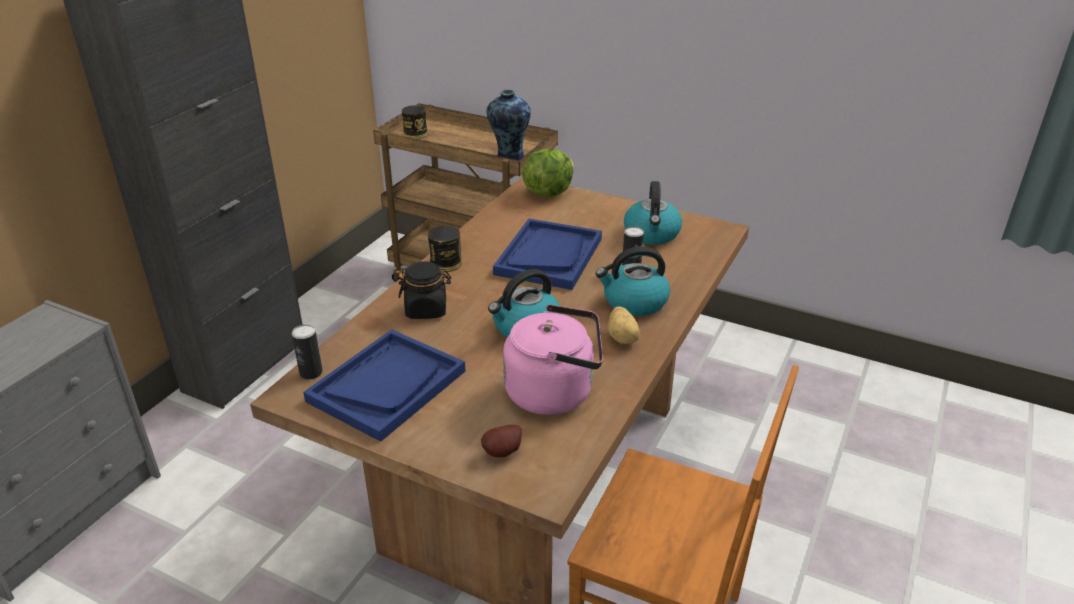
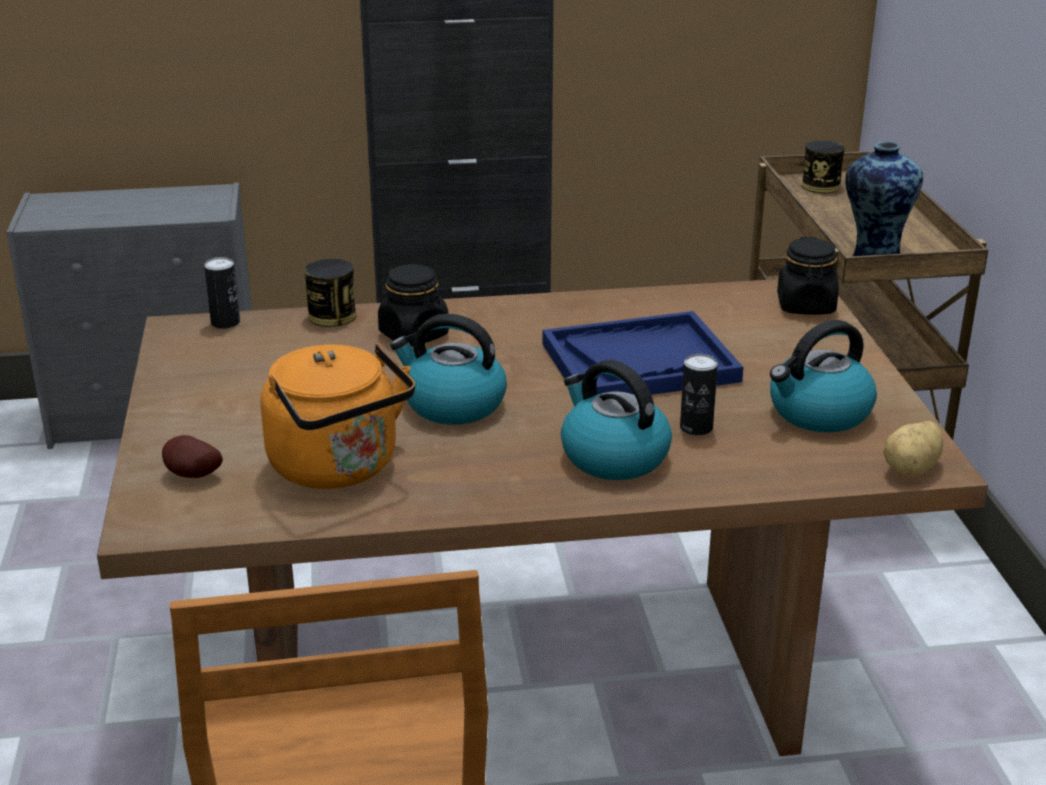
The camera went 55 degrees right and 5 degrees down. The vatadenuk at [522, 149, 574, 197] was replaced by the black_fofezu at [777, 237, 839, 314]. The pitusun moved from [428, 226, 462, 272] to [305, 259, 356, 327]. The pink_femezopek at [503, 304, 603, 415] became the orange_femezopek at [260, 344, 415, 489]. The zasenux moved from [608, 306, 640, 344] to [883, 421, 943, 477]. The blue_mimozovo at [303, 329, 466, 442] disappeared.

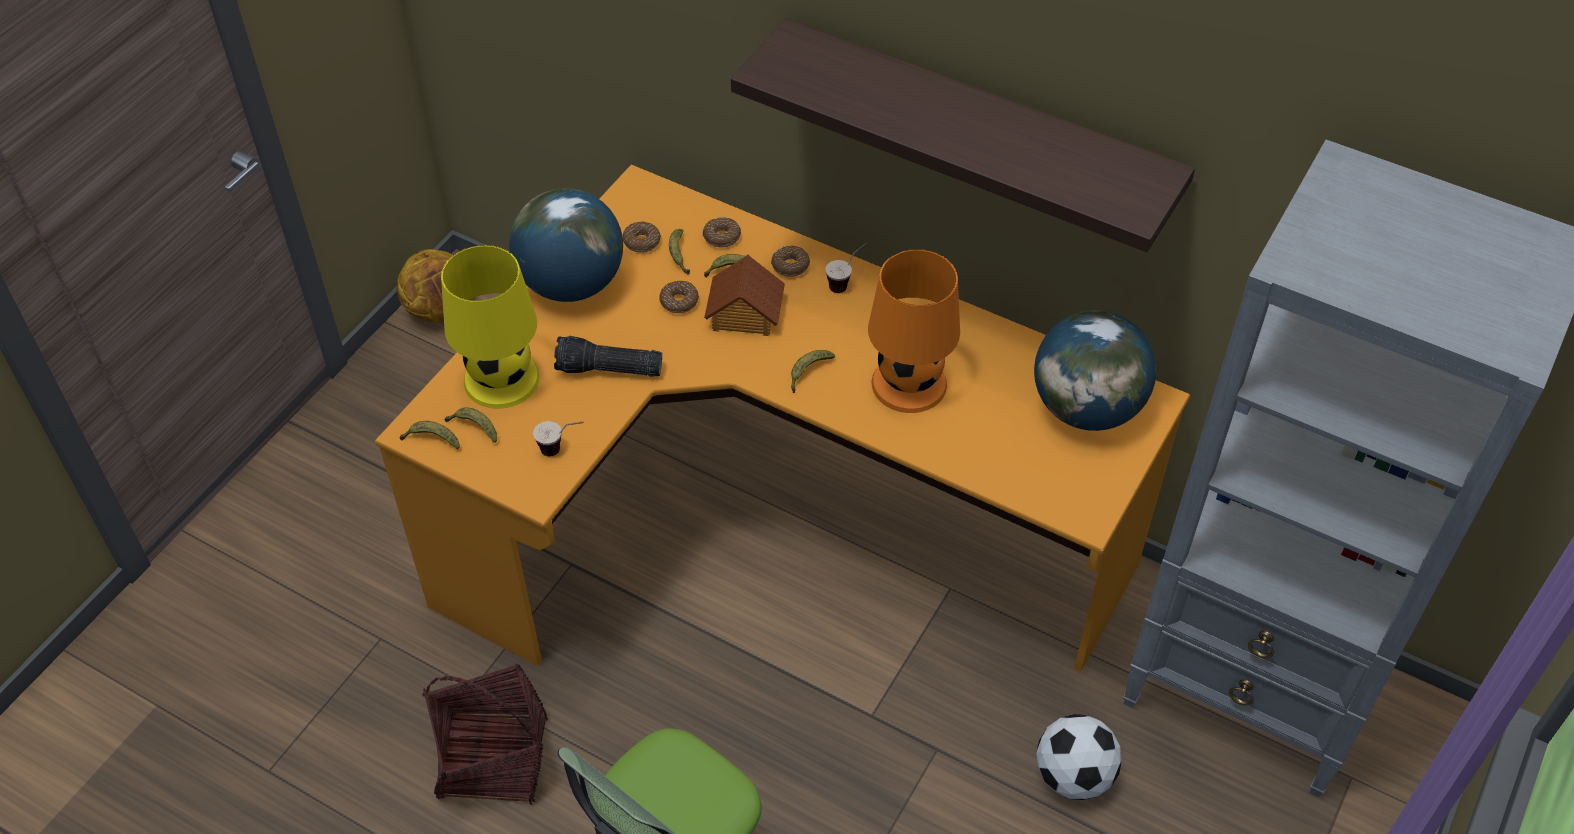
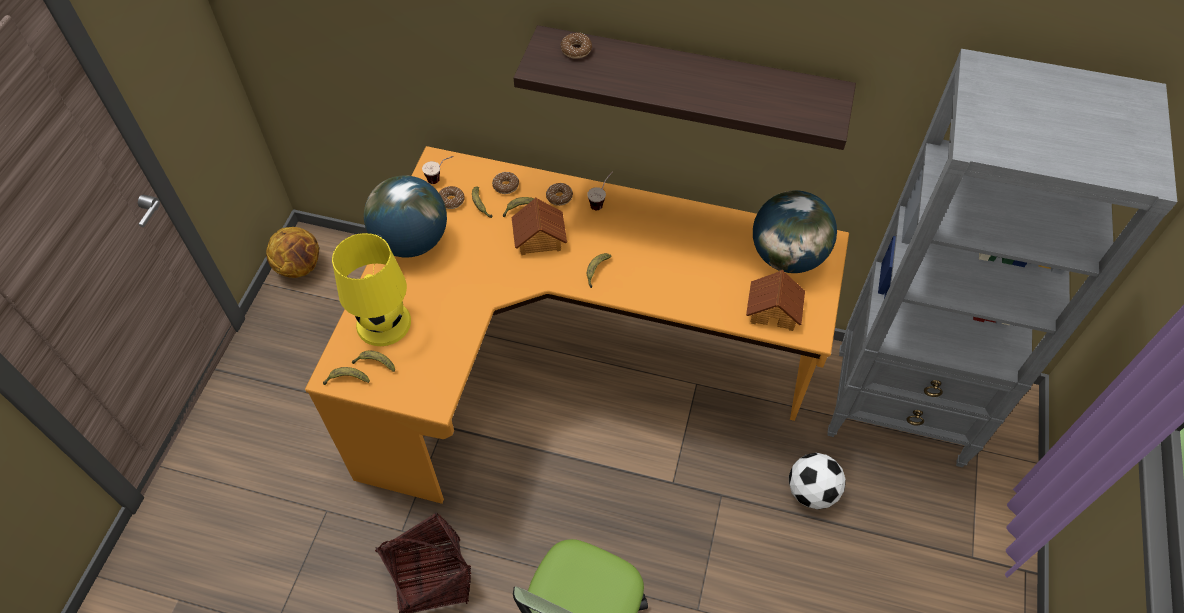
The camera went 15 degrees left and 5 degrees up. The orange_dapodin at [868, 249, 960, 413] disappeared. The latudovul moved from [659, 281, 699, 313] to [560, 33, 592, 59]. The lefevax at [554, 336, 662, 377] disappeared. The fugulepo moved from [533, 421, 583, 457] to [422, 156, 454, 184]. The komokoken at [746, 270, 805, 331] appeared.

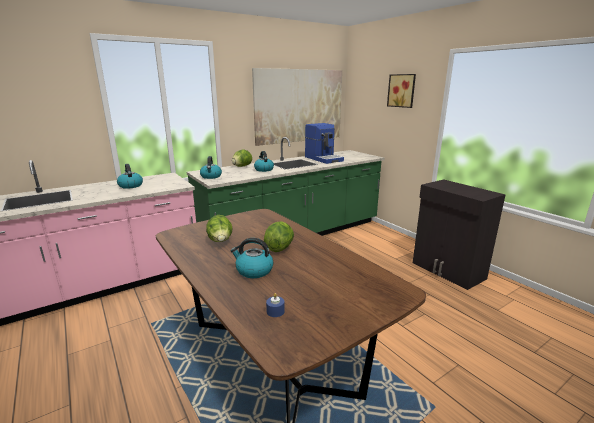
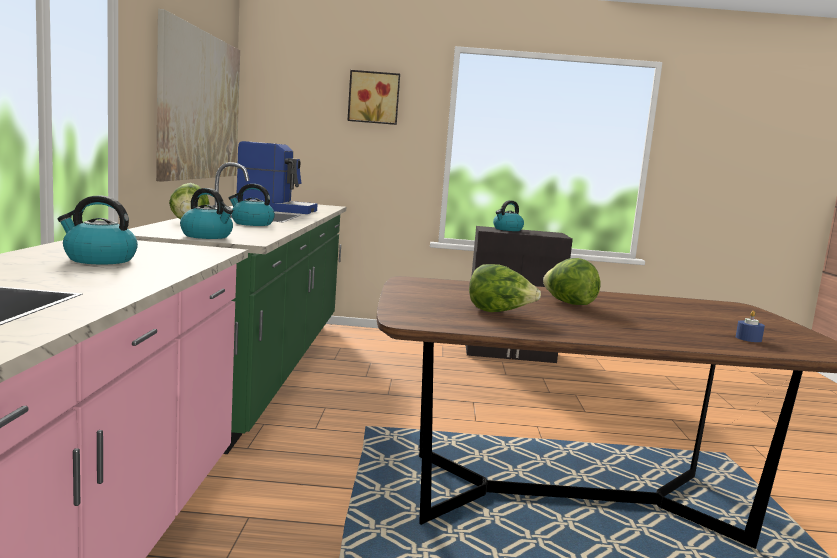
The camera went 55 degrees left and 10 degrees down. The femezopek moved from [230, 238, 274, 278] to [493, 200, 524, 231].

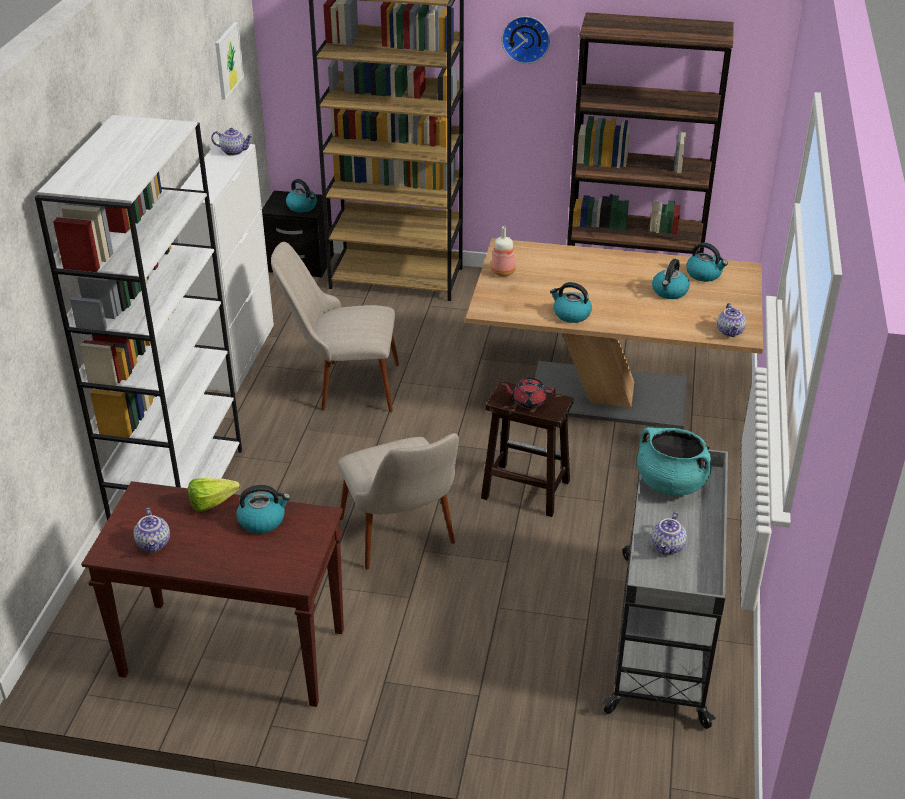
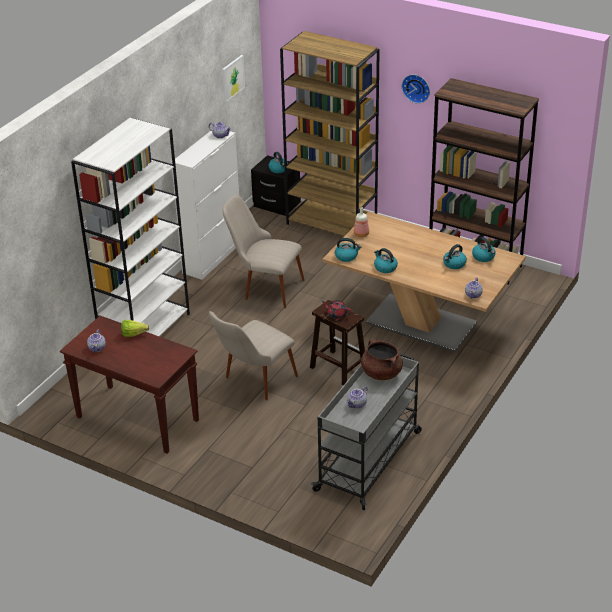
The camera went 20 degrees right and 0 degrees up. The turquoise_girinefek at [637, 427, 712, 496] became the brown_girinefek at [361, 339, 403, 380]. The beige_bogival at [338, 433, 459, 569] turned 45 degrees clockwise. The femezopek moved from [237, 485, 291, 534] to [335, 238, 361, 262].

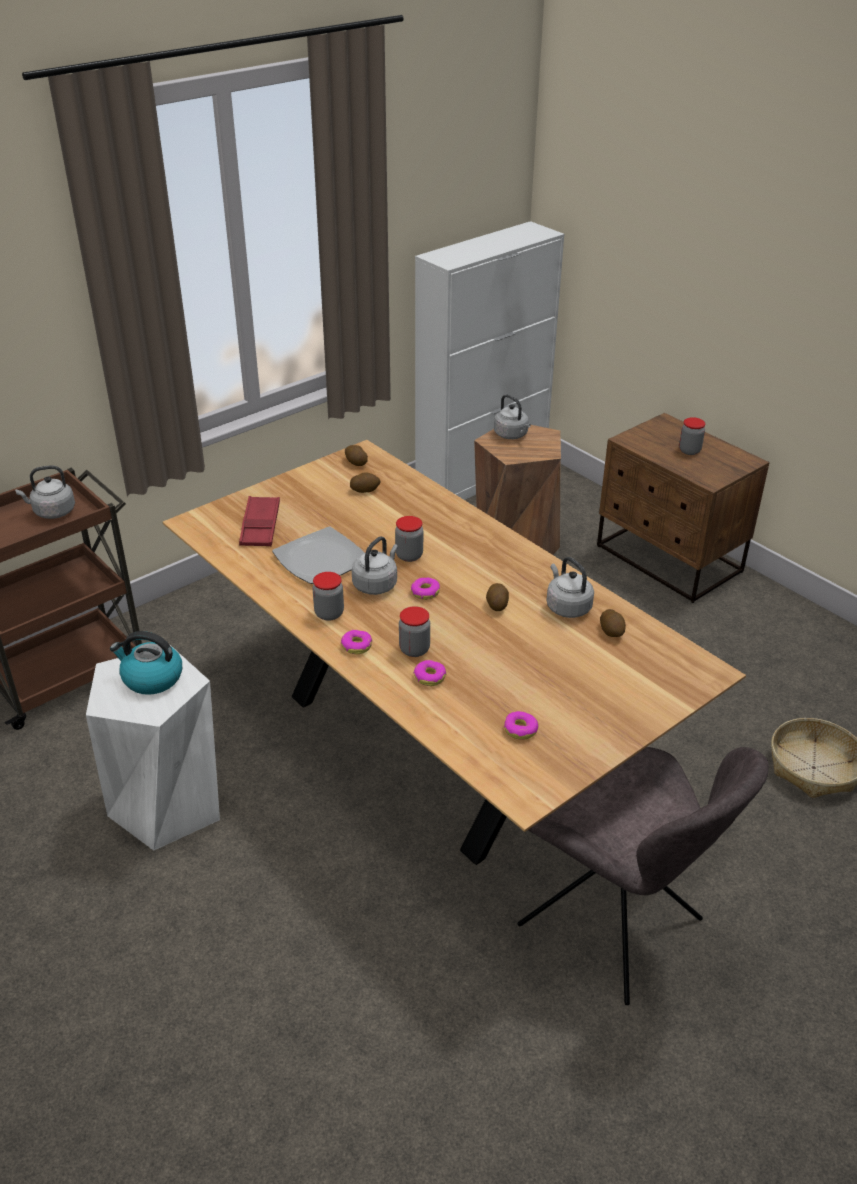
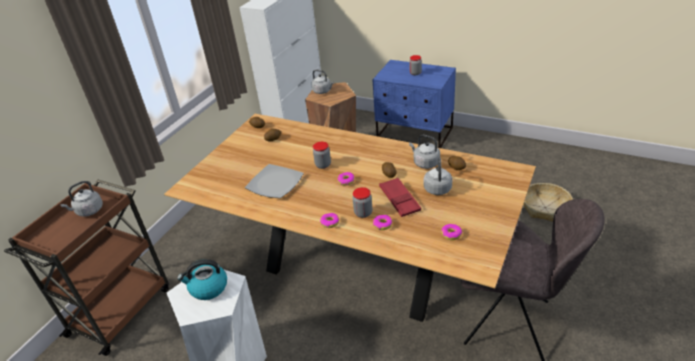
The camera went 20 degrees left and 0 degrees up. The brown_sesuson at [597, 413, 770, 603] became the blue_sesuson at [373, 60, 456, 148]. The red_mimozovo moved from [239, 496, 280, 546] to [379, 178, 421, 217]. The grey_femezopek moved from [352, 536, 398, 595] to [424, 158, 452, 195]. The fofezu at [313, 572, 344, 621] disappeared.

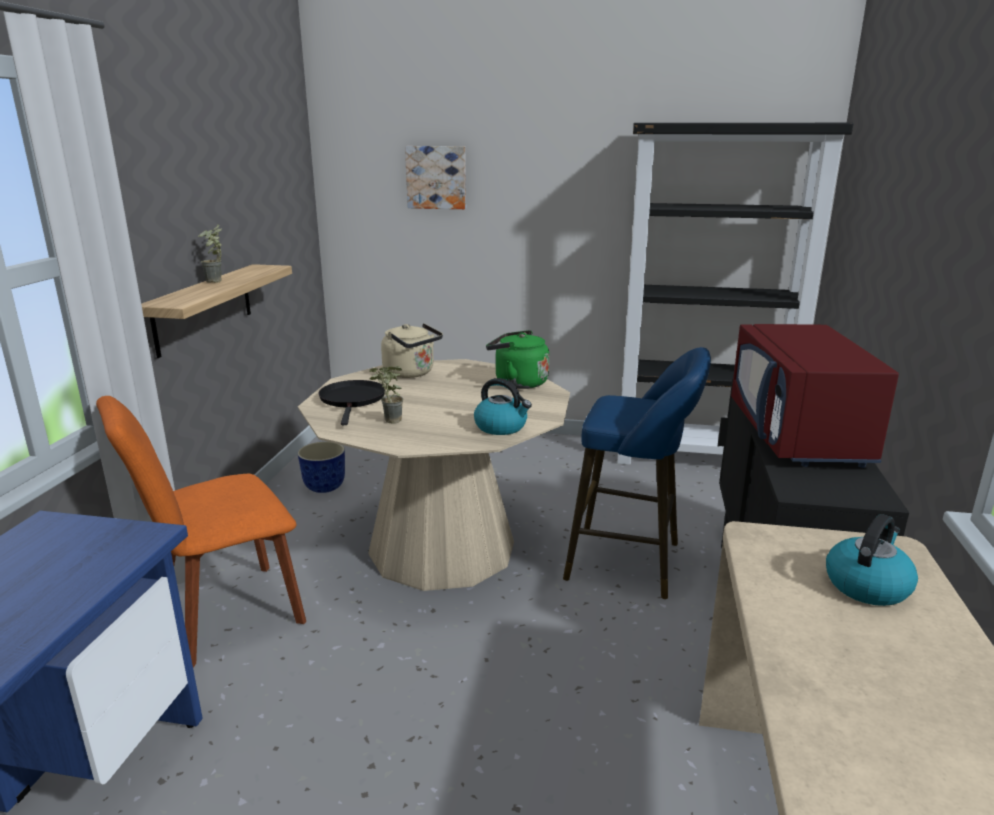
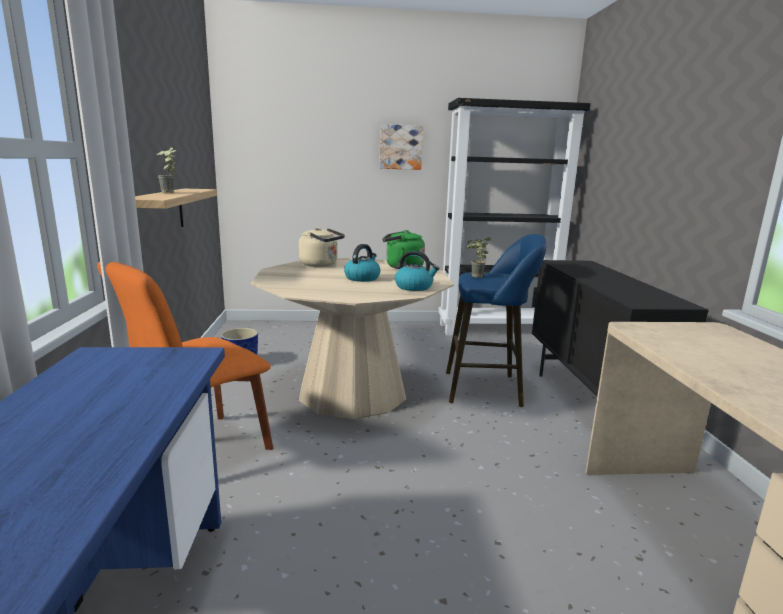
The camera went 15 degrees left and 5 degrees down. The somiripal moved from [405, 146, 466, 209] to [379, 124, 423, 170]. The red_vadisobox at [731, 324, 899, 468] disappeared. The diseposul moved from [369, 366, 403, 424] to [466, 237, 491, 278]. The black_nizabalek at [318, 380, 385, 425] disappeared. The femezopek moved from [826, 514, 918, 606] to [344, 244, 381, 282].

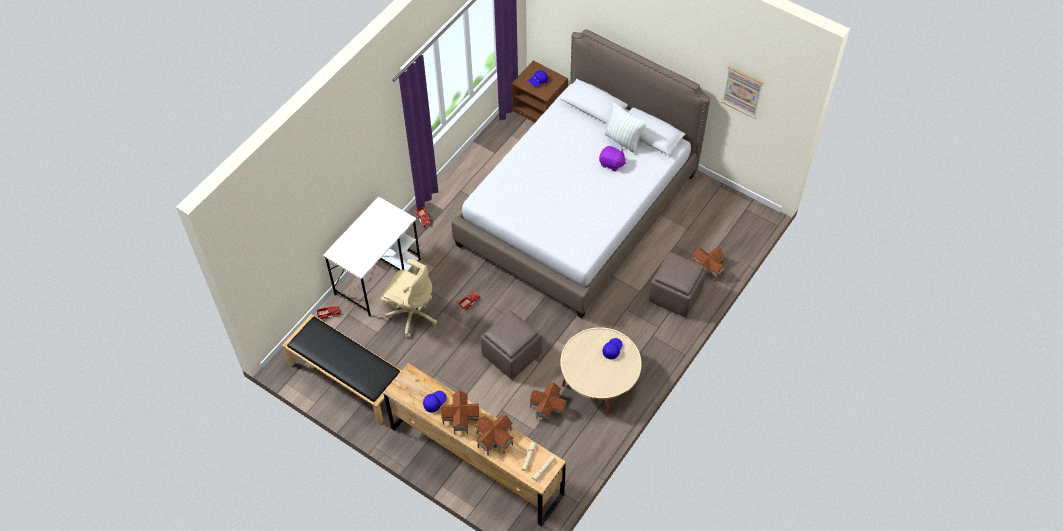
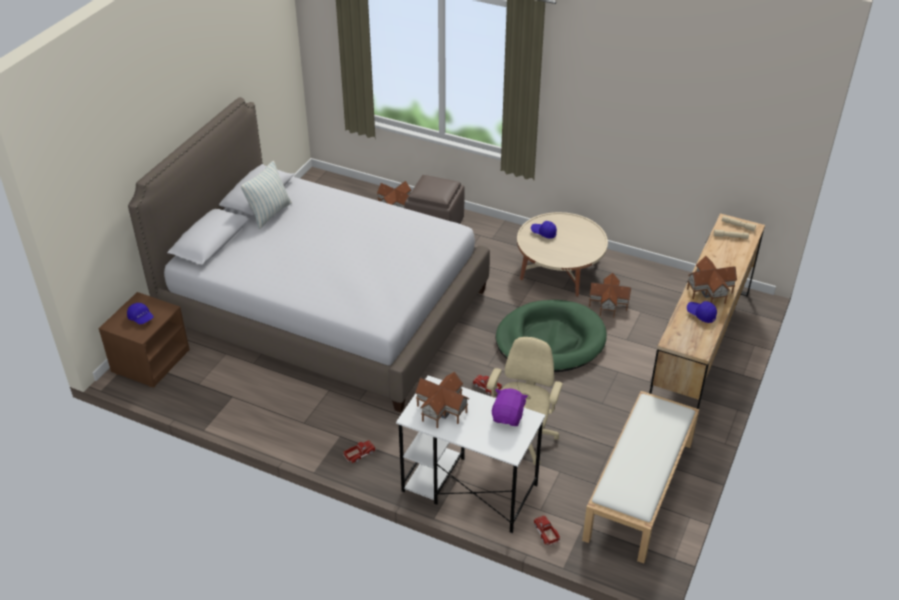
The camera went 100 degrees left and 15 degrees down. The somiripal at [721, 66, 764, 119] disappeared. The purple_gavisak moved from [599, 146, 626, 172] to [492, 388, 528, 426]. The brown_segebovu at [480, 310, 542, 380] was replaced by the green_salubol at [496, 300, 607, 372]. The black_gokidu at [282, 314, 401, 424] became the white_gokidu at [582, 391, 699, 564]. The komokoken moved from [475, 415, 514, 455] to [415, 372, 469, 428].

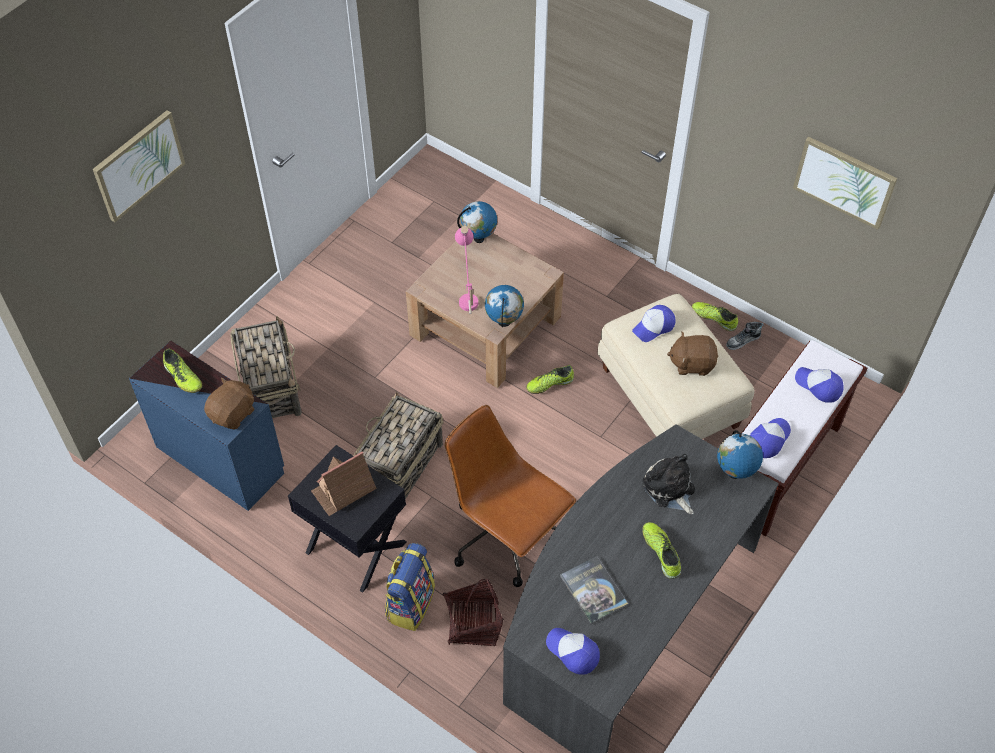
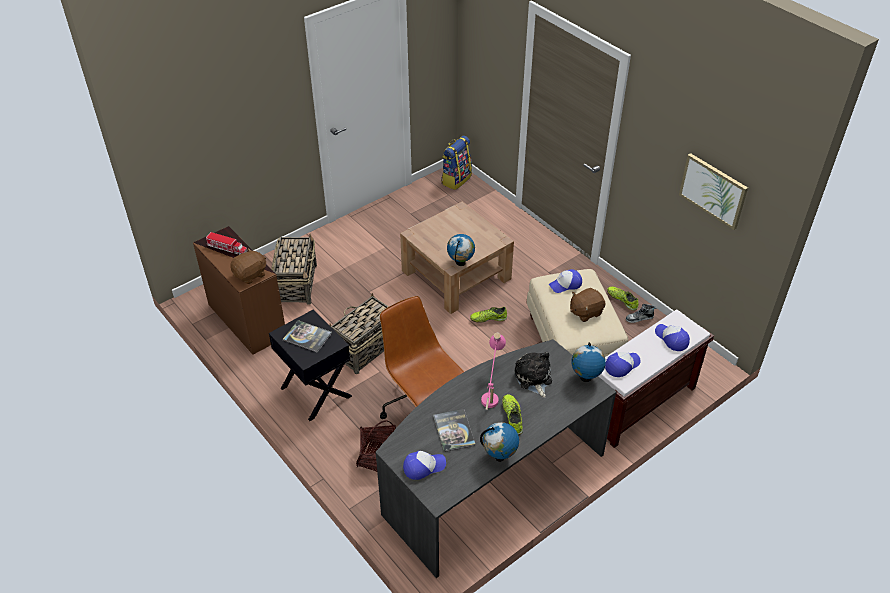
The camera went 15 degrees right and 10 degrees down. The somiripal at [93, 110, 185, 222] disappeared. The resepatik moved from [457, 201, 497, 243] to [480, 422, 519, 462]. The pink_dapodin moved from [455, 226, 478, 314] to [481, 333, 506, 410]. The brown_gavisak at [667, 332, 718, 376] turned 45 degrees counterclockwise. The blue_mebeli at [129, 341, 284, 511] became the brown_mebeli at [193, 226, 285, 355]. The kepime at [163, 349, 203, 393] was replaced by the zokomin at [206, 232, 247, 255]. The komokoken at [311, 451, 377, 516] was replaced by the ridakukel at [283, 320, 332, 352]. The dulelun moved from [385, 543, 435, 631] to [441, 136, 472, 190]. The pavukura at [546, 628, 600, 675] turned 105 degrees clockwise.

